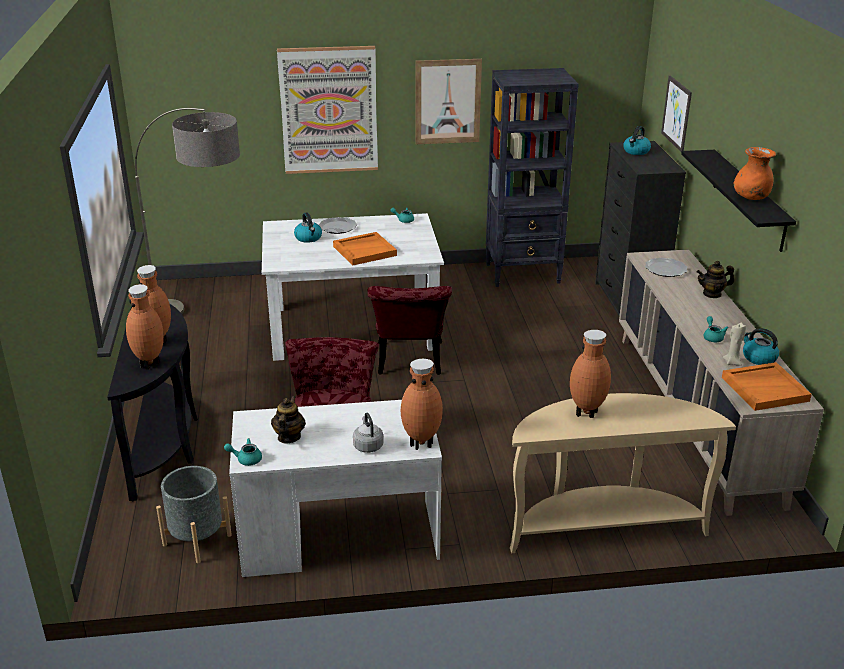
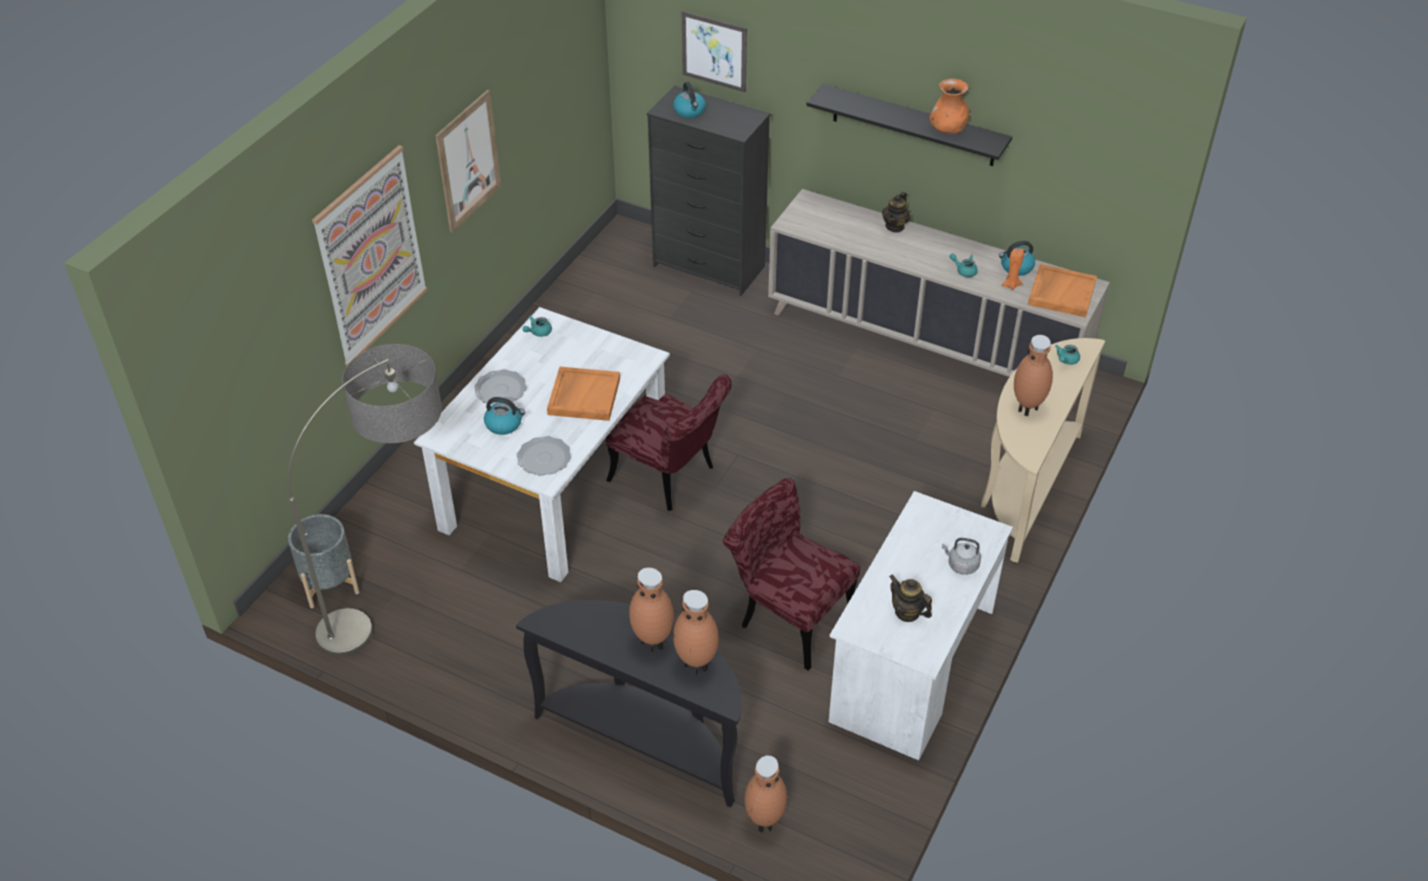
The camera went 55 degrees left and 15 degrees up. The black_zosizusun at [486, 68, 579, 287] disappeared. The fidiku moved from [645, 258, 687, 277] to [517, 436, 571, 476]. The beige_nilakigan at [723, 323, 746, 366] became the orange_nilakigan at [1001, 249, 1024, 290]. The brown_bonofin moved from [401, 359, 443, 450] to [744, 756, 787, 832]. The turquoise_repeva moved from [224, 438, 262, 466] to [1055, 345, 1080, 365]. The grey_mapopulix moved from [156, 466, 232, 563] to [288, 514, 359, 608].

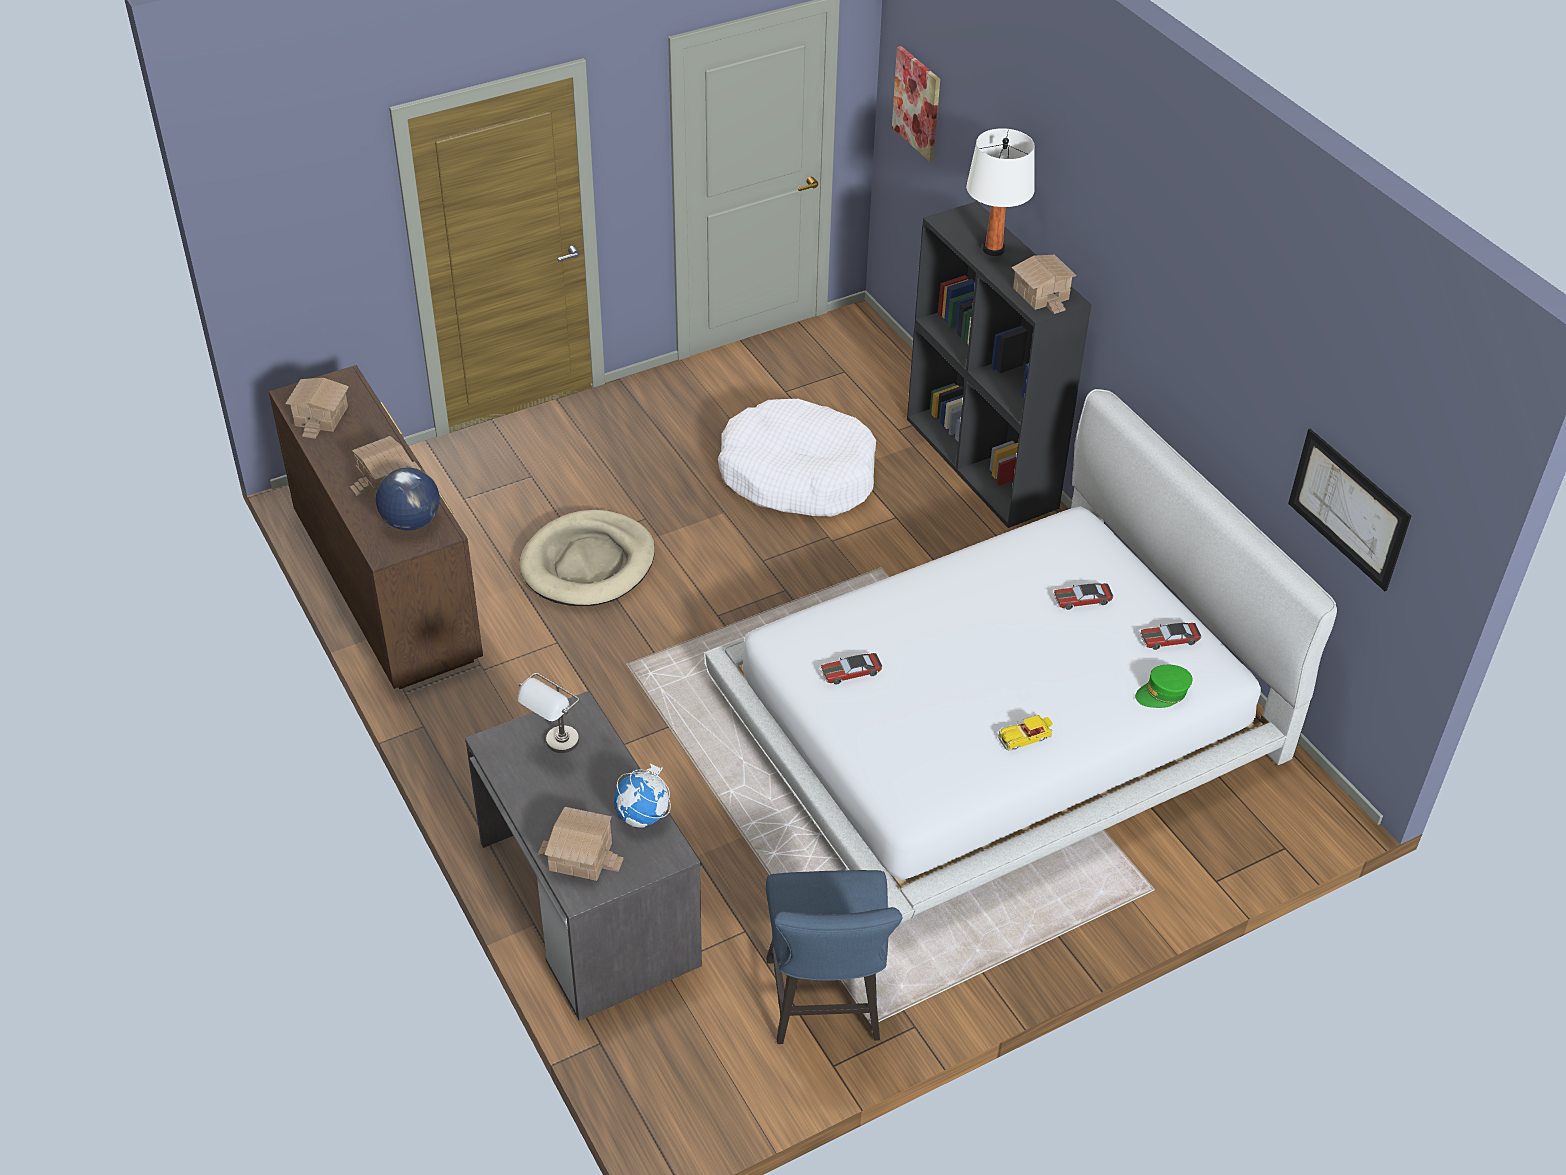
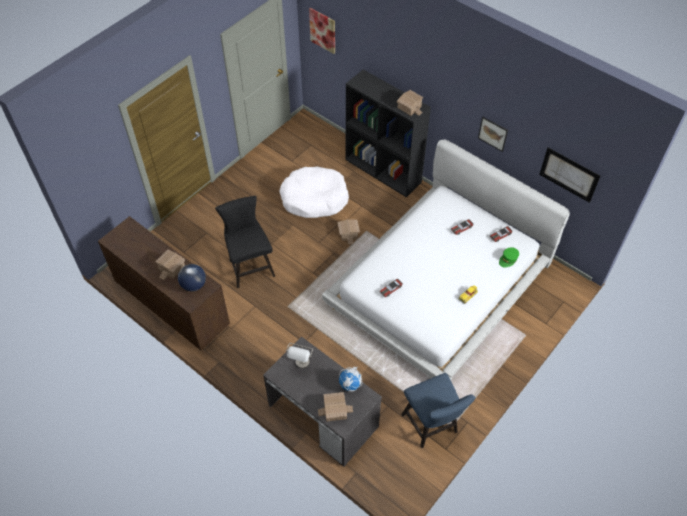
The camera went 20 degrees left and 10 degrees up. The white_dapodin at [966, 128, 1035, 256] disappeared. The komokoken moved from [285, 378, 349, 439] to [337, 219, 360, 245]. The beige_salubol at [519, 510, 655, 606] was replaced by the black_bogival at [215, 196, 275, 288]. The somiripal at [478, 117, 508, 152] appeared.

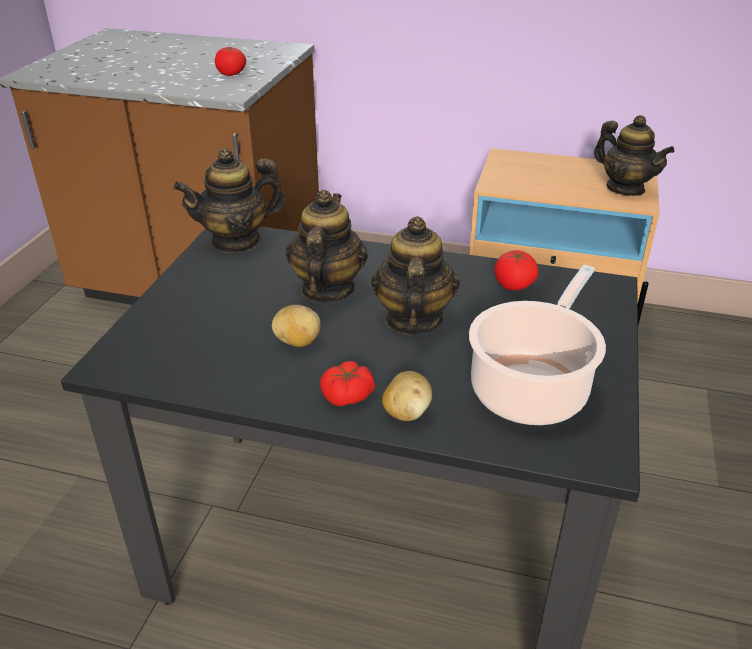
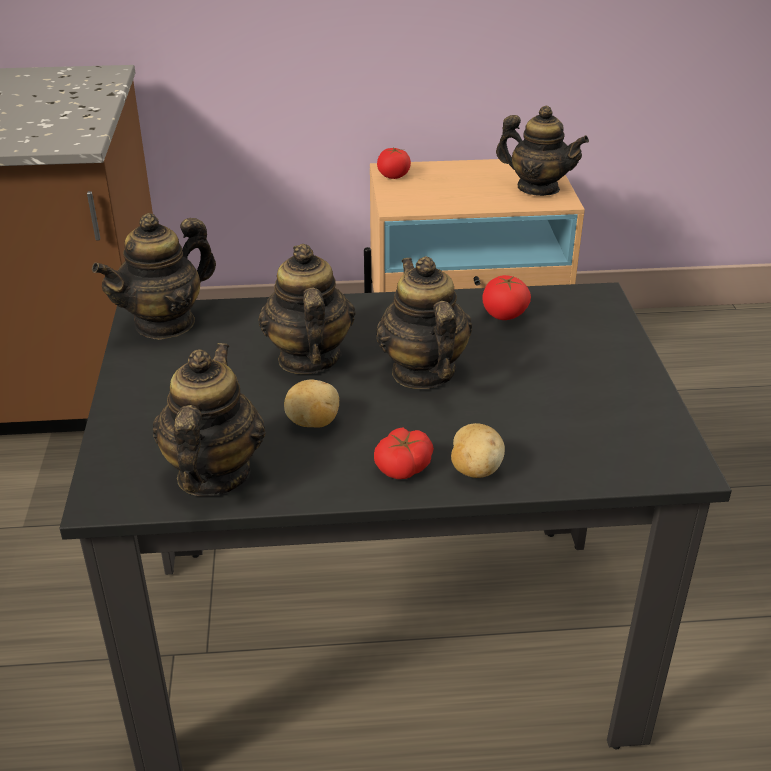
The camera went 20 degrees left and 0 degrees up. The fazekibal moved from [215, 47, 246, 76] to [377, 148, 411, 179]. The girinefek at [469, 265, 606, 425] disappeared. The repeva at [153, 343, 266, 496] appeared.

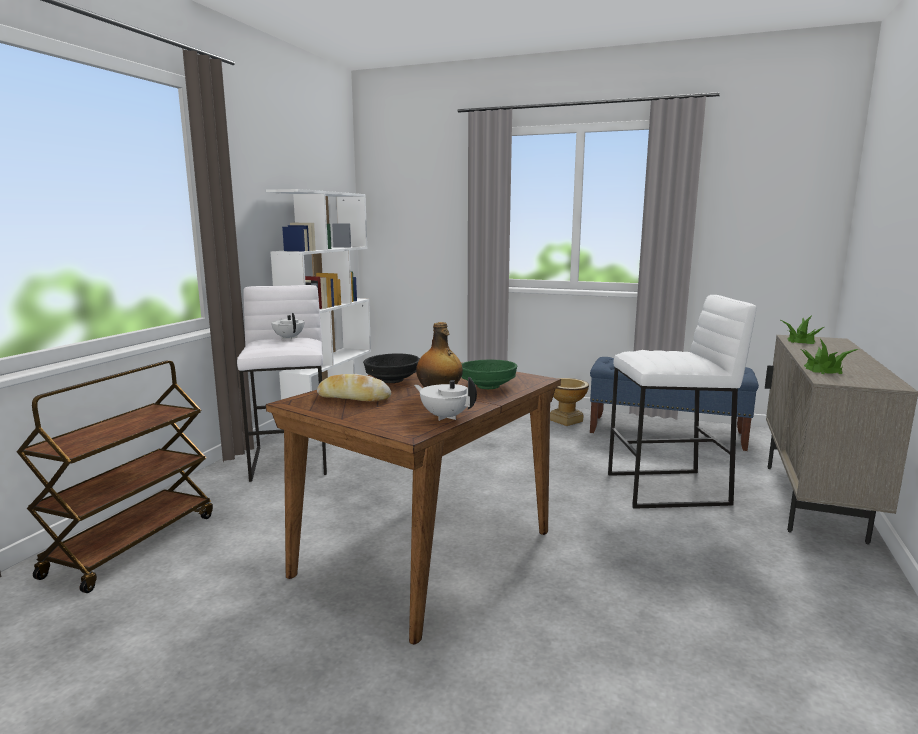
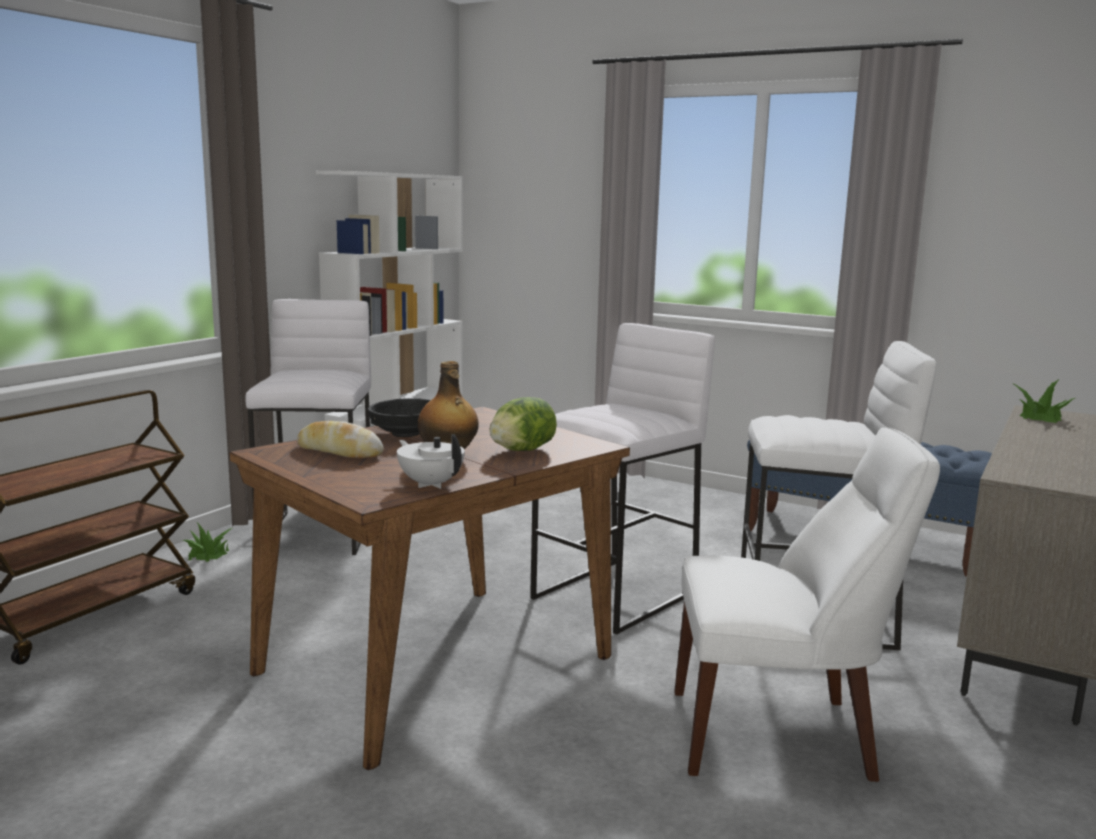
The camera went 10 degrees right and 0 degrees up. The white_repeva at [271, 313, 304, 340] disappeared. The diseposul moved from [801, 339, 858, 374] to [181, 523, 232, 562]. The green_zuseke at [462, 360, 517, 389] was replaced by the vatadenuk at [489, 397, 557, 451]. The bonofin at [550, 378, 589, 426] disappeared. The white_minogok at [530, 323, 715, 635] appeared. The white_bogival at [674, 427, 940, 782] appeared.

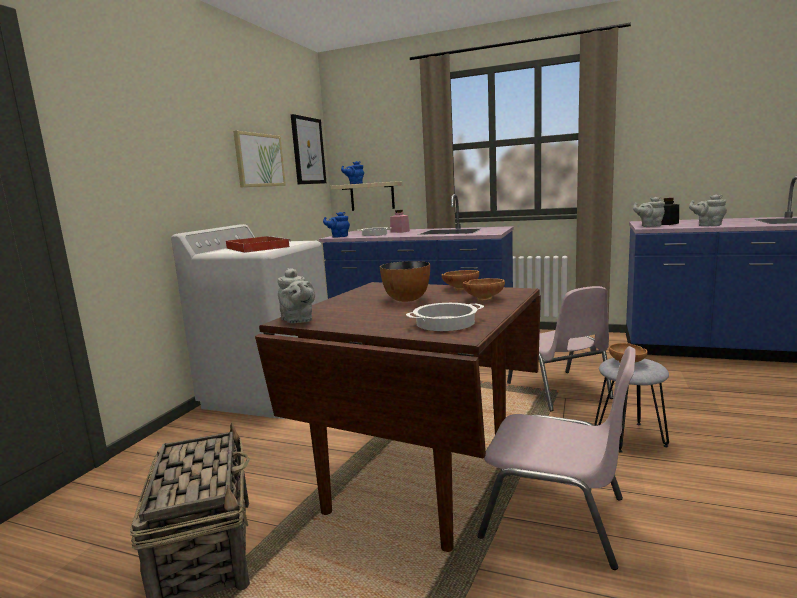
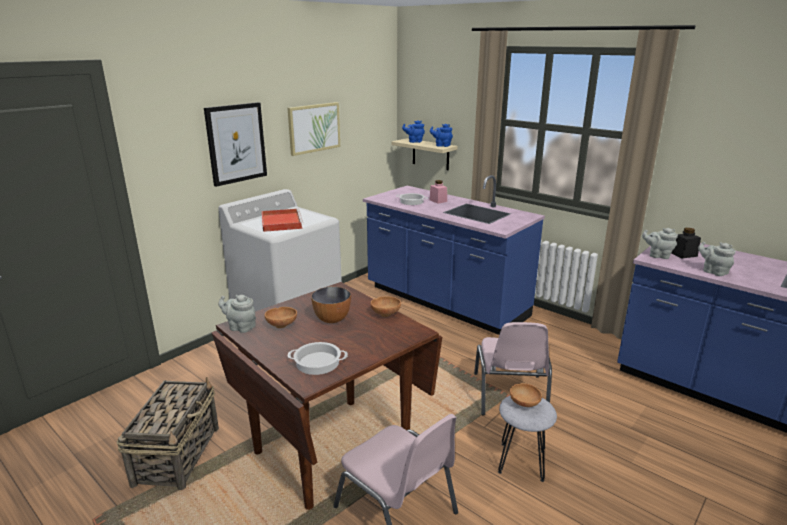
The camera went 20 degrees right and 10 degrees up. The somiripal moved from [291, 114, 326, 184] to [204, 102, 267, 187]. The blue_repeva moved from [323, 212, 350, 238] to [430, 124, 453, 147]. The grey_repeva at [278, 268, 315, 323] turned 120 degrees clockwise. The brown_zuseke moved from [463, 278, 505, 301] to [265, 307, 297, 328].

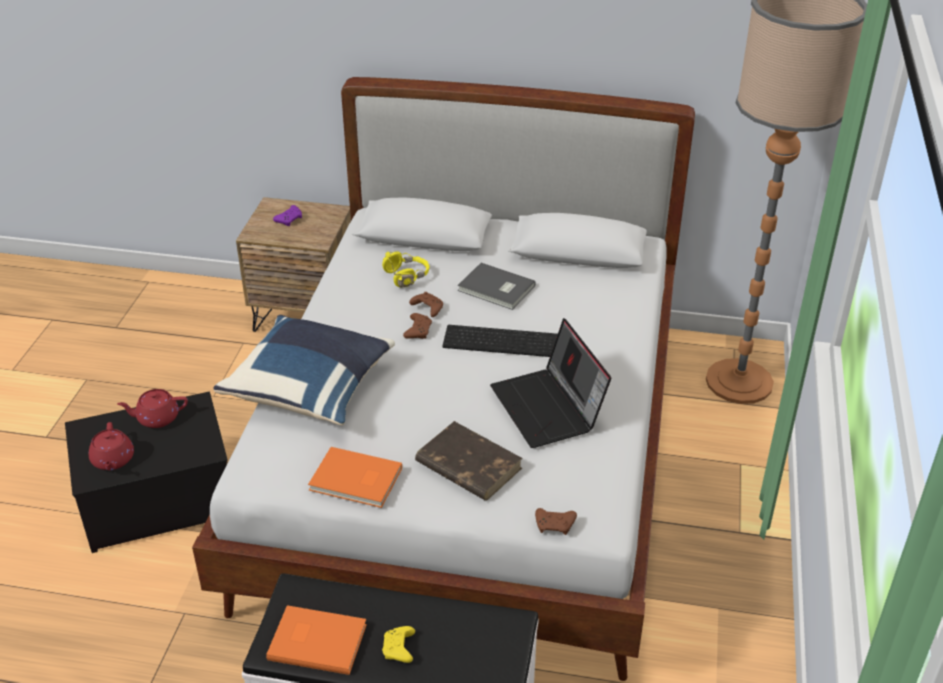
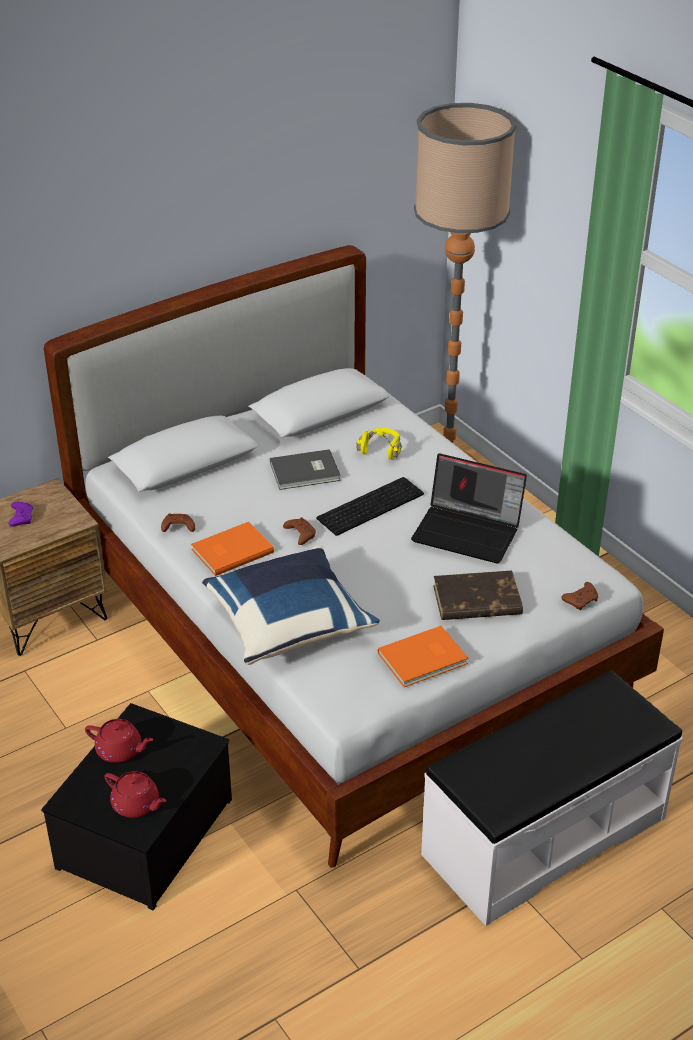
The camera went 45 degrees left and 0 degrees up. The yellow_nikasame moved from [382, 251, 429, 288] to [356, 428, 402, 460]. The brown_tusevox moved from [409, 292, 443, 317] to [161, 514, 195, 532]. The red_repeva at [117, 389, 188, 428] turned 105 degrees counterclockwise. The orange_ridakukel moved from [266, 605, 367, 675] to [191, 522, 274, 576]. The yellow_tusevox at [382, 626, 415, 663] disappeared.

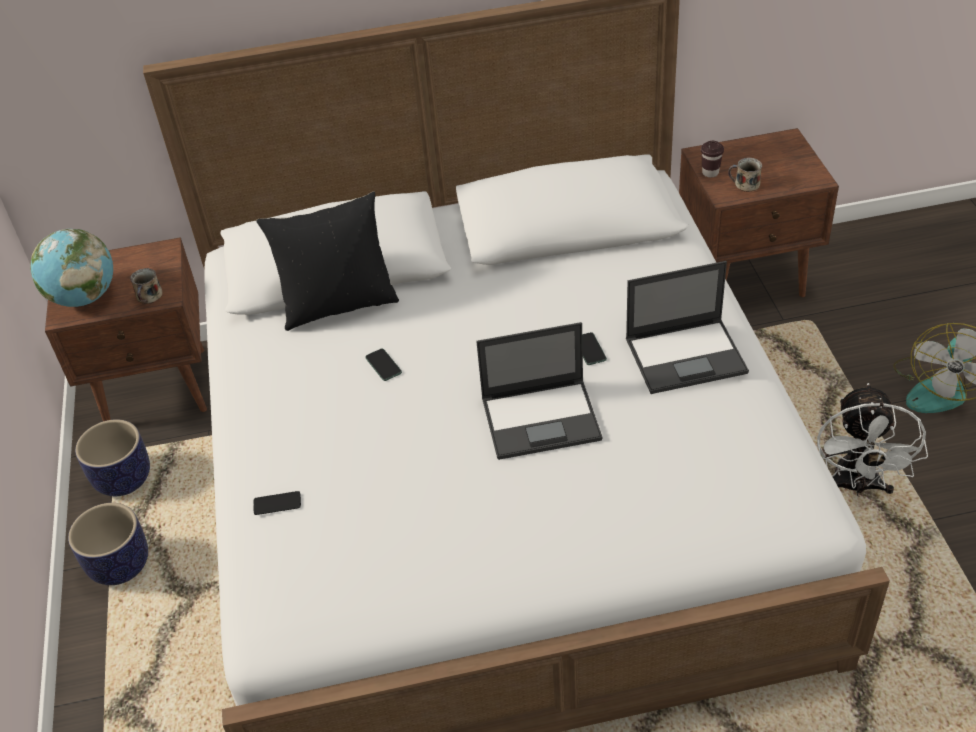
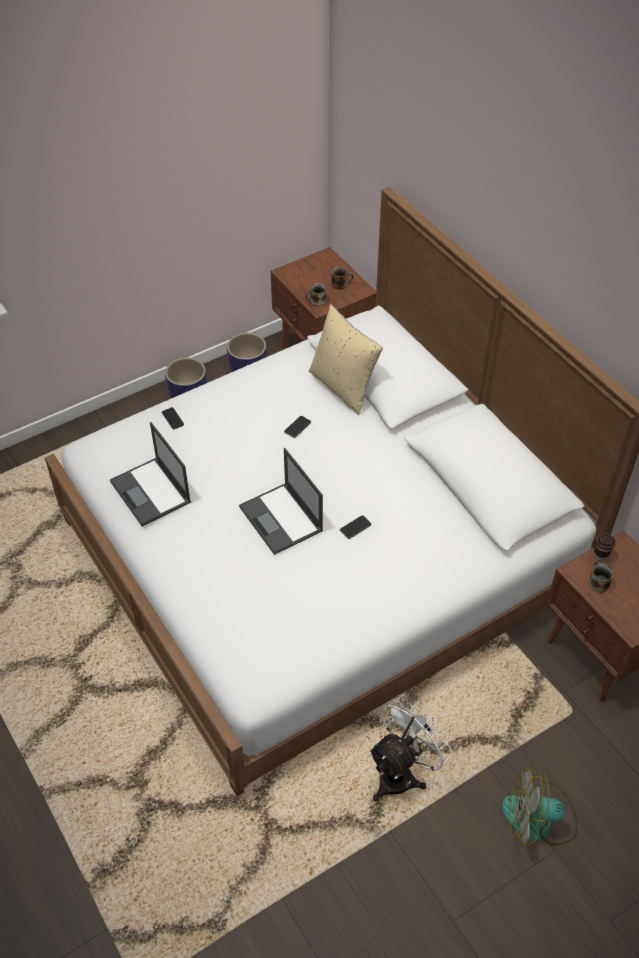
The camera went 65 degrees right and 5 degrees up. The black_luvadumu at [256, 192, 399, 331] became the beige_luvadumu at [309, 304, 383, 415]. The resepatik at [30, 228, 113, 307] disappeared. The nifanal moved from [626, 261, 749, 394] to [110, 422, 191, 526]. The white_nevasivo at [817, 383, 928, 496] turned 150 degrees clockwise. The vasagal at [331, 266, 354, 290] appeared.

